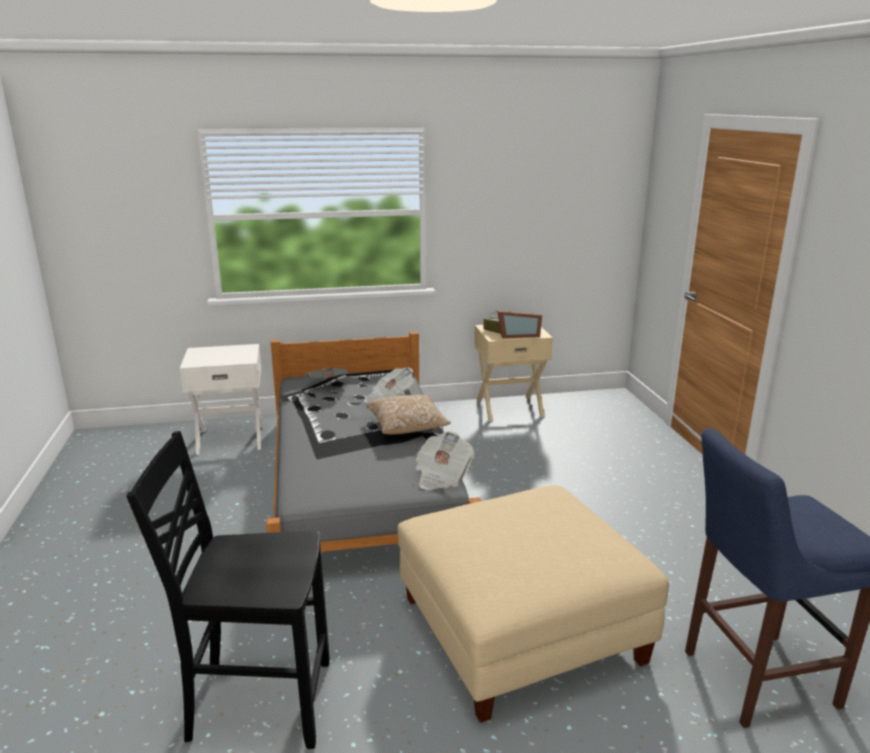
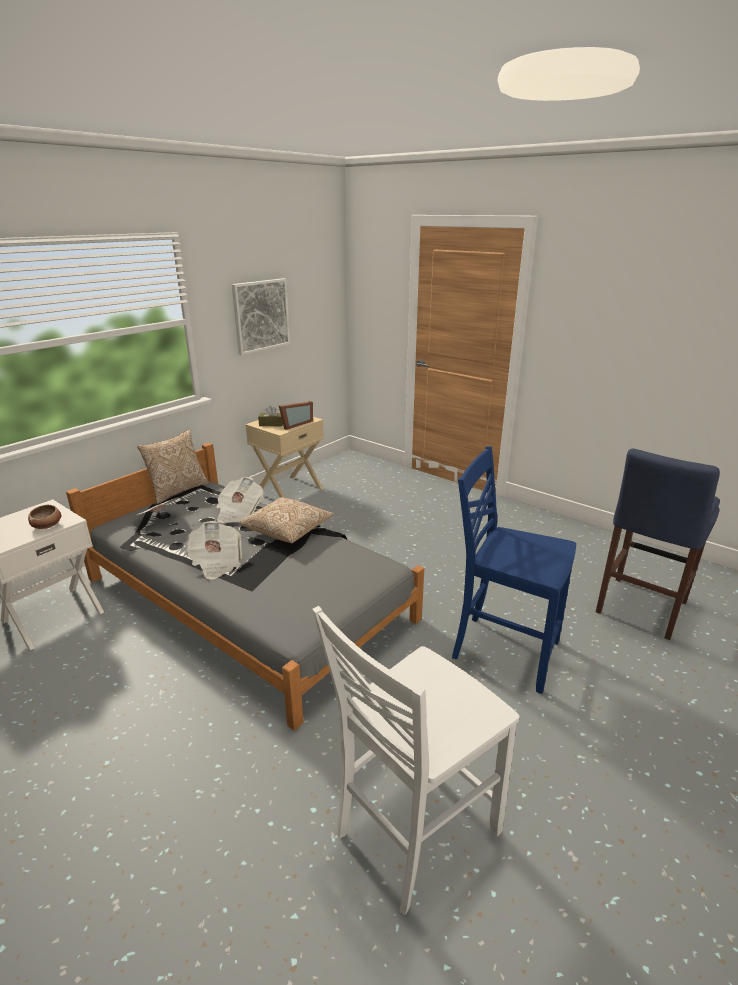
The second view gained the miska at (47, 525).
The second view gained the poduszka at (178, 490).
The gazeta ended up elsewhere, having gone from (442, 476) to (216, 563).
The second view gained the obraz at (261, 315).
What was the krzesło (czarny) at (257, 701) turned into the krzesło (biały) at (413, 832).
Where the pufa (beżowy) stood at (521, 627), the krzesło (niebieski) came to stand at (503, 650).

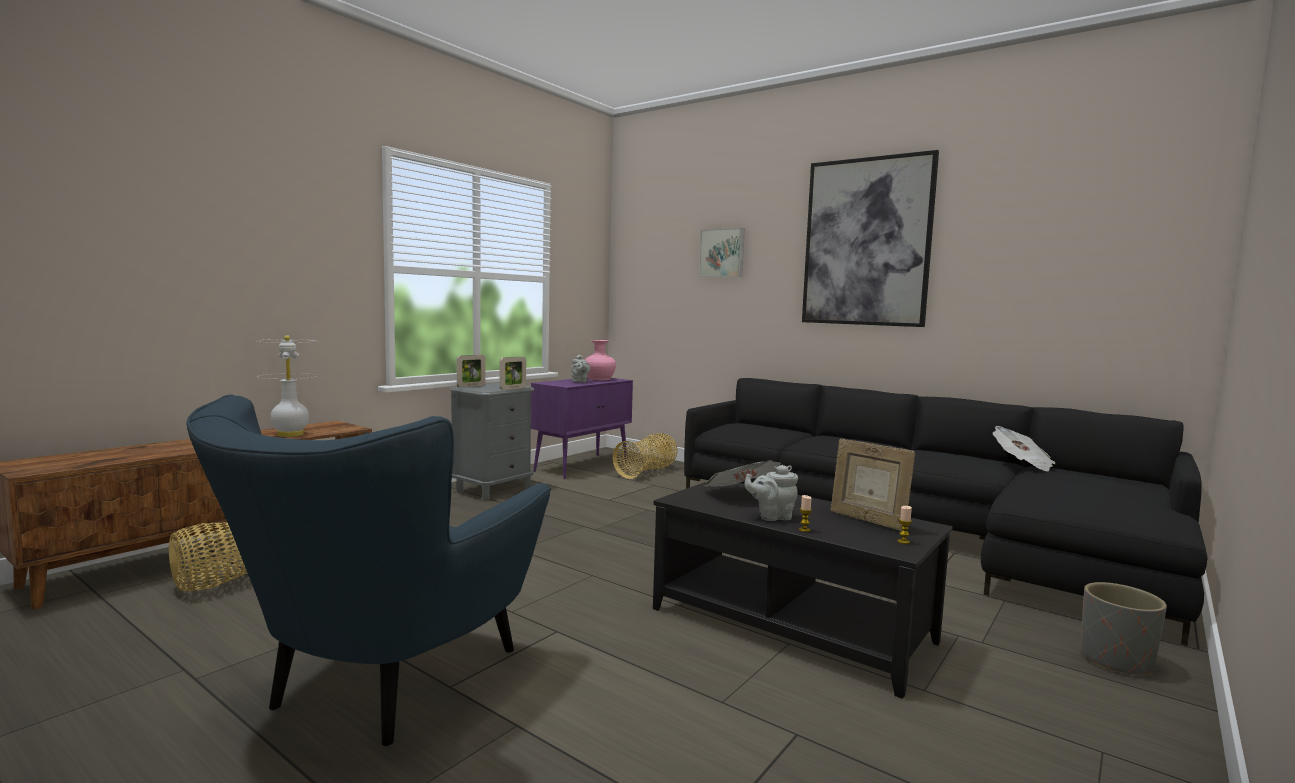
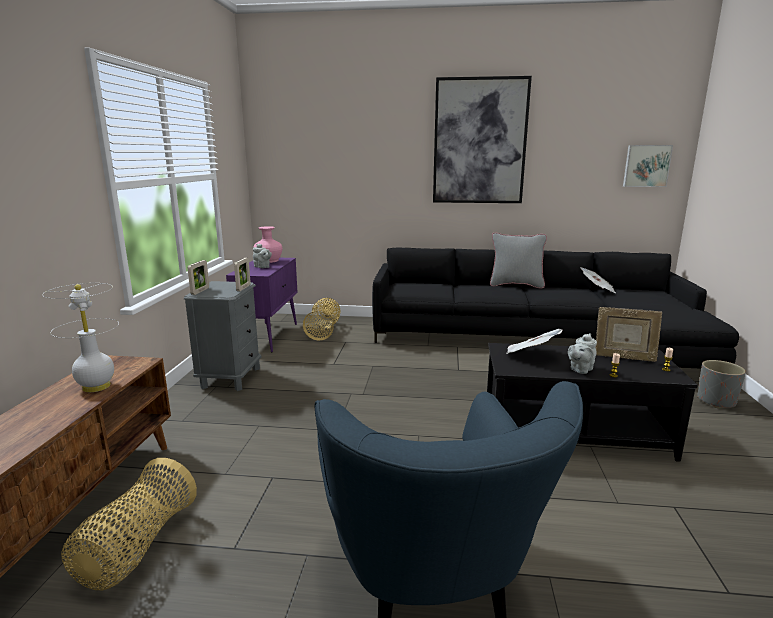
The second view gained the poduszka (szary) at (516, 285).
The obraz ended up elsewhere, having gone from (722, 253) to (646, 166).

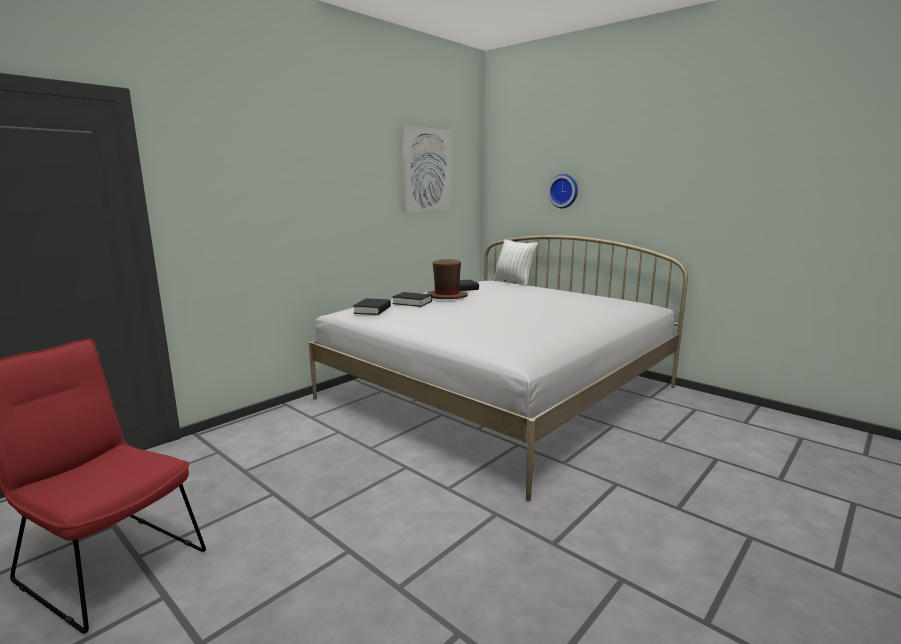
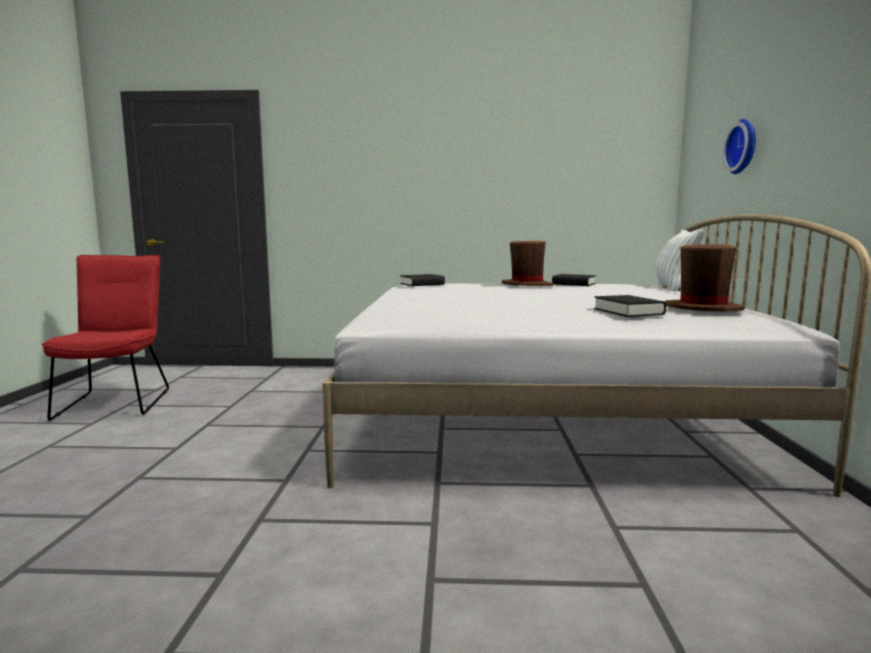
The książka (czarny) ended up elsewhere, having gone from (412, 302) to (628, 312).
The second view gained the kapelusz (brązowy) at (703, 309).
The second view lost the obraz at (427, 170).

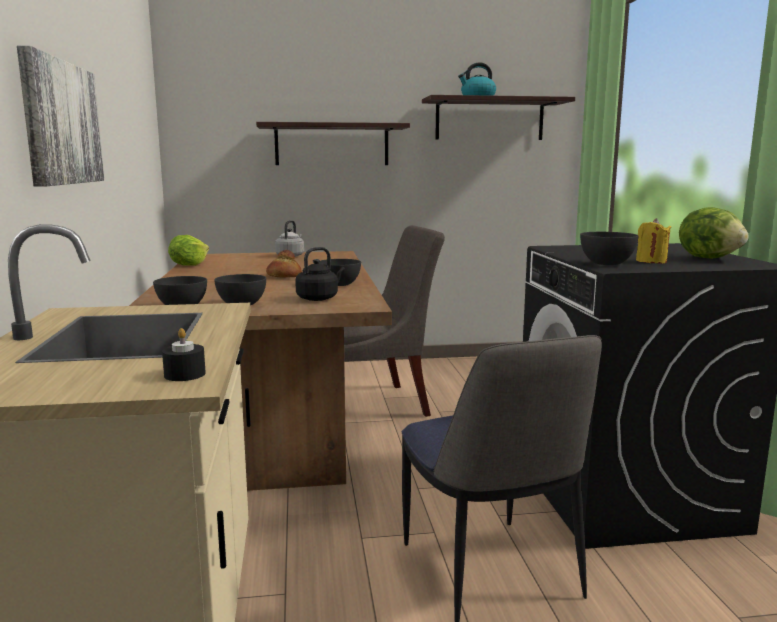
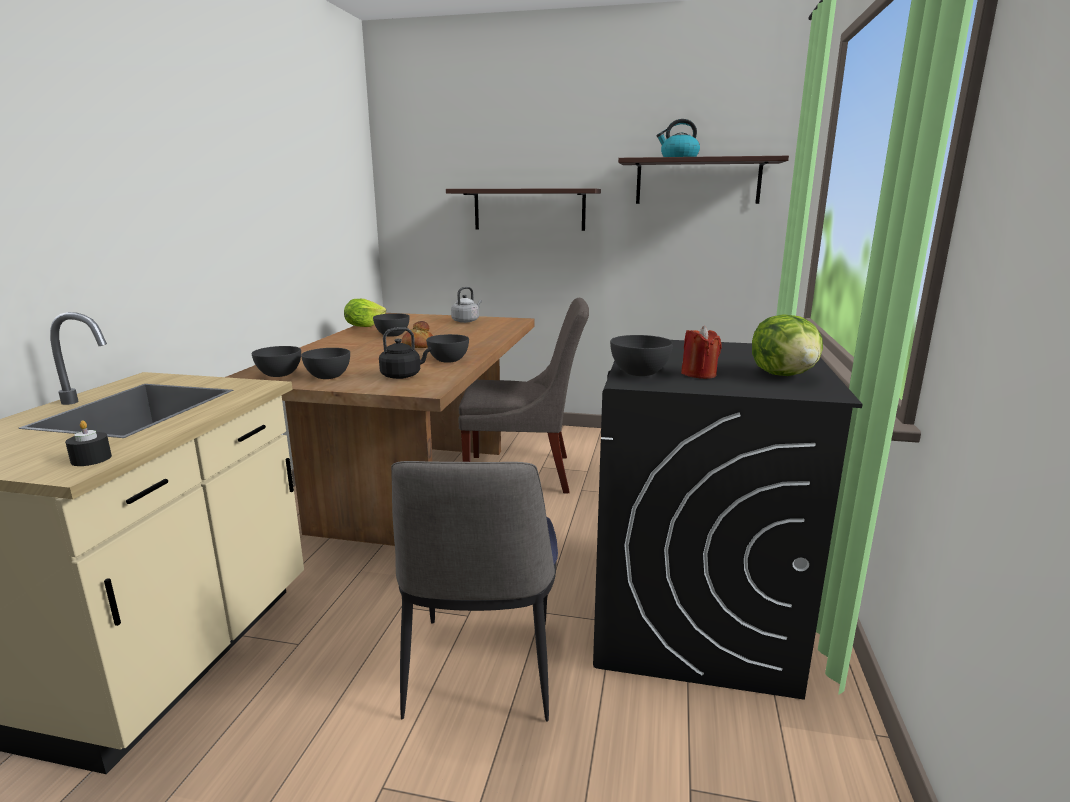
The second view gained the miska (szary) at (392, 335).
What was the świeca (żółty) at (651, 261) turned into the świeca (czerwony) at (699, 374).
The second view lost the obraz at (60, 123).

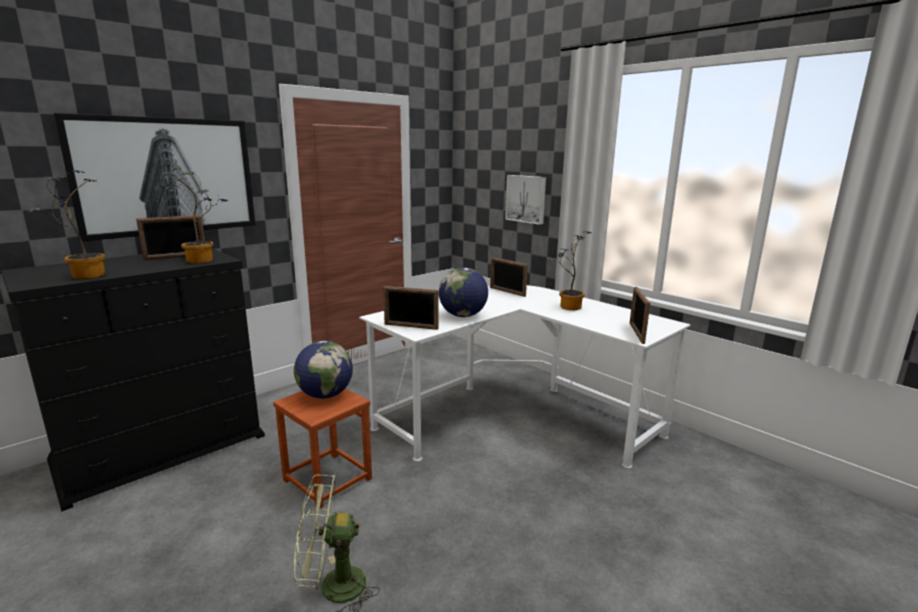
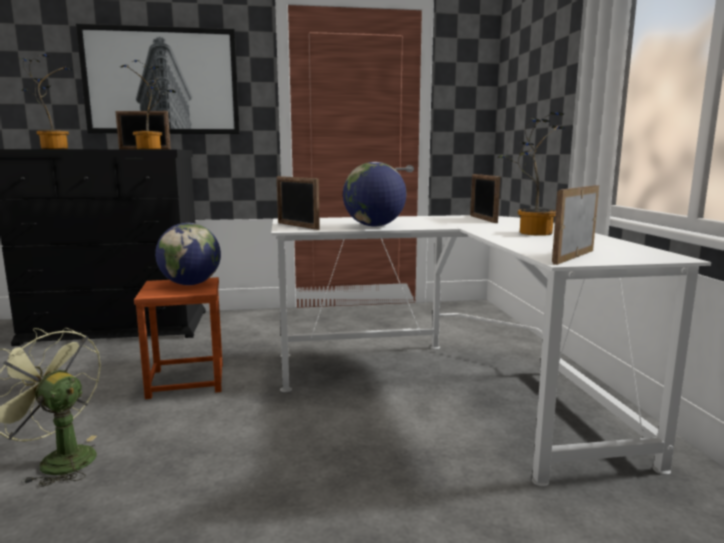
The second view lost the obraz at (526, 199).

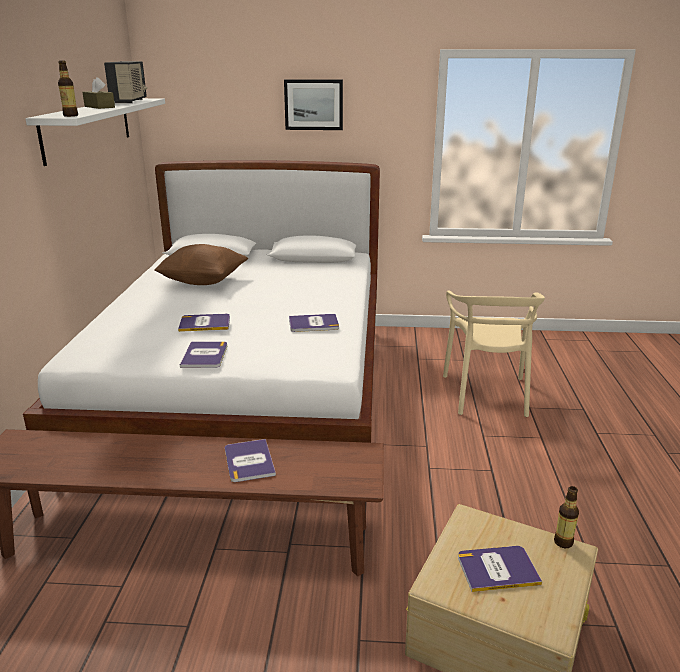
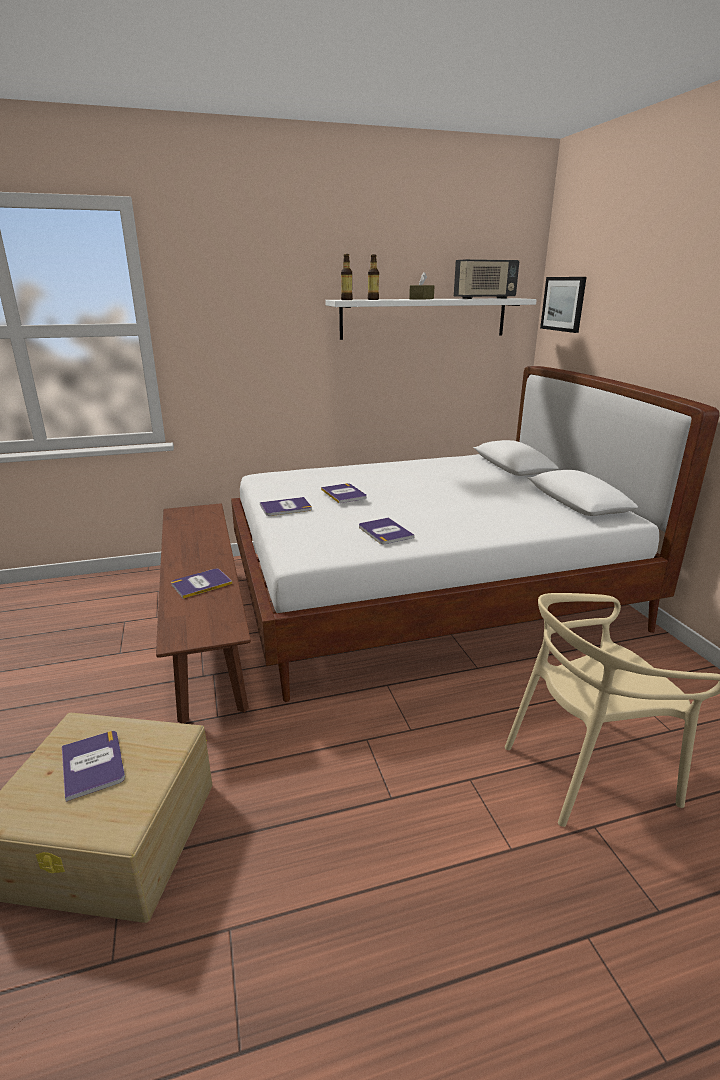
The butelka ended up elsewhere, having gone from (563, 542) to (373, 299).
The obraz ended up elsewhere, having gone from (313, 104) to (563, 304).
The second view lost the poduszka (brązowy) at (203, 281).

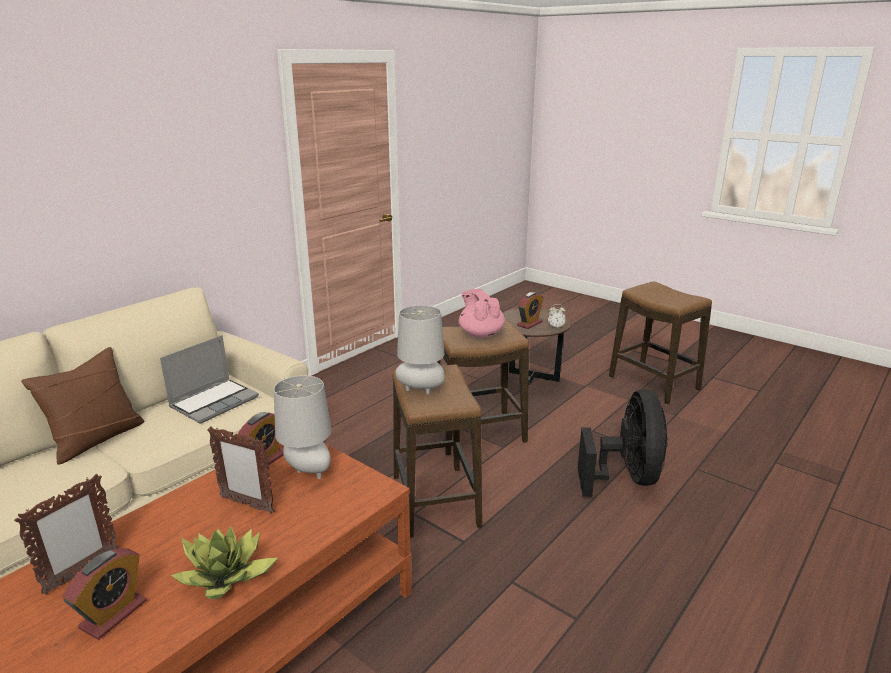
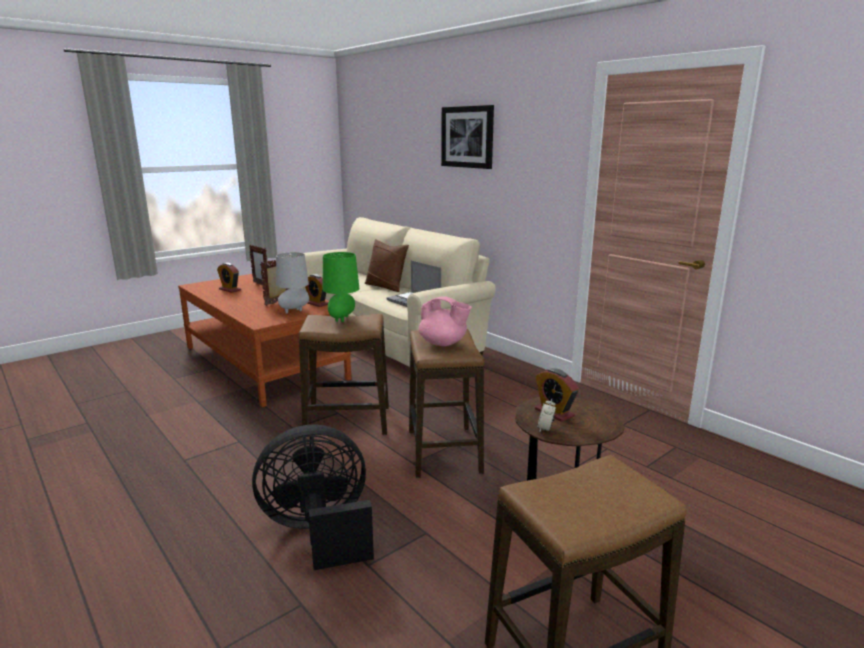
The wentylator (czarny) at (626, 478) ended up facing another way, 150 degrees clockwise from before.
What was the lampa stołowa (szary) at (421, 390) turned into the lampa stołowa (zielony) at (342, 319).
The imbryk (różowy) at (480, 334) ended up facing another way, 45 degrees clockwise from before.
The second view gained the obraz at (467, 137).
The second view lost the roślina doniczkowa at (226, 576).

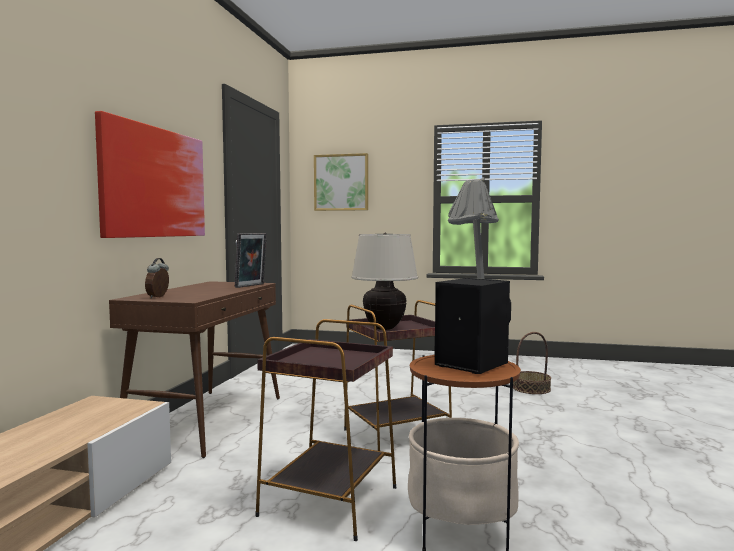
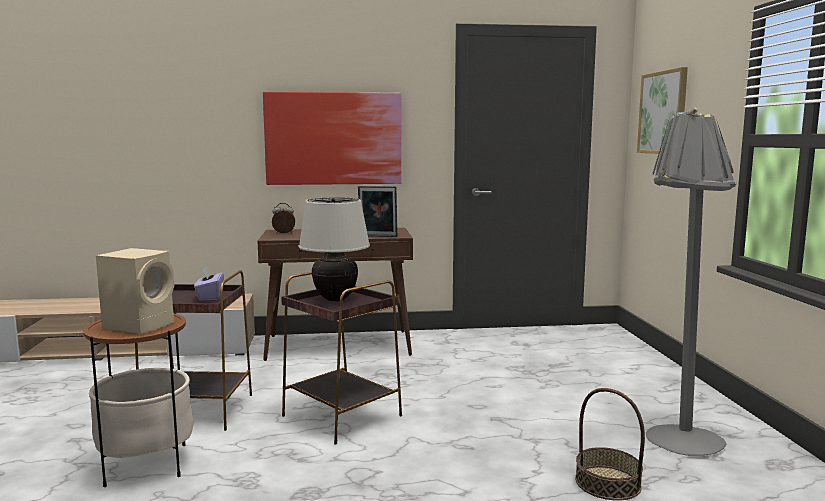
What was the głośnik (czarny) at (469, 364) turned into the głośnik (beżowy) at (141, 325).
The second view gained the pudełko chusteczek (fioletowy) at (210, 297).

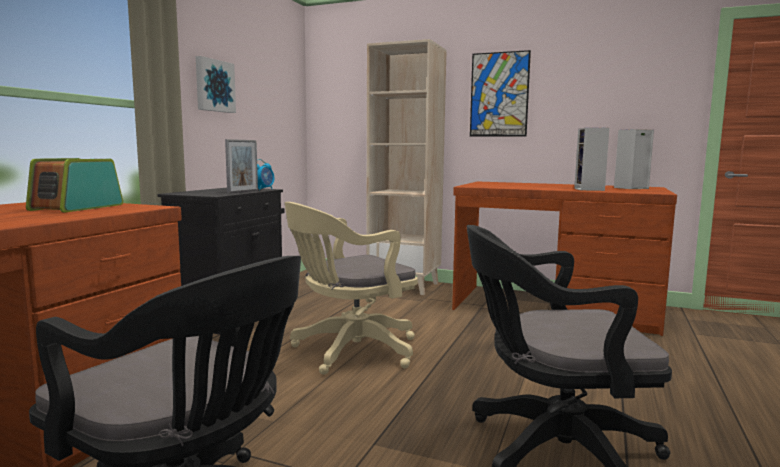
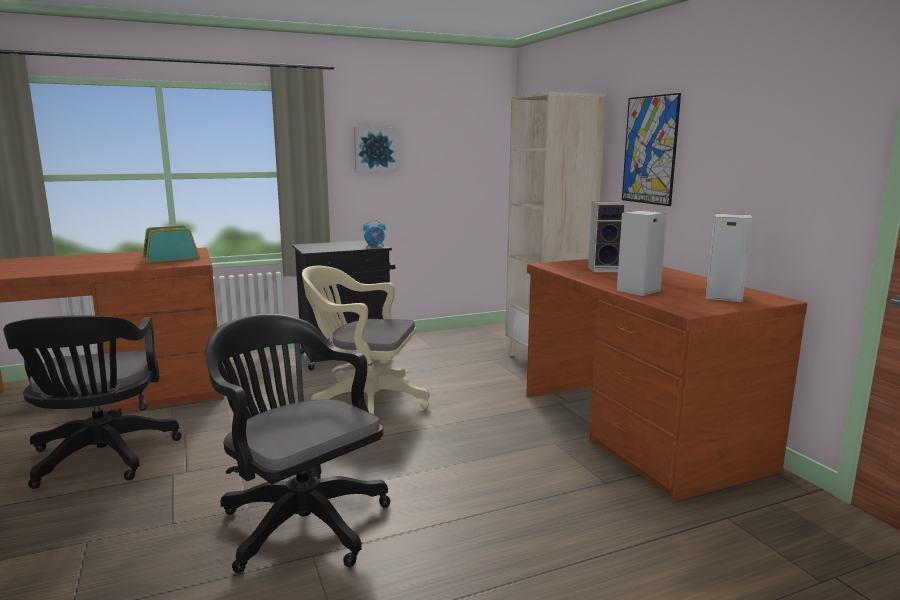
The second view gained the głośnik at (605, 269).
The second view lost the ramka na zdjęcie at (243, 192).

